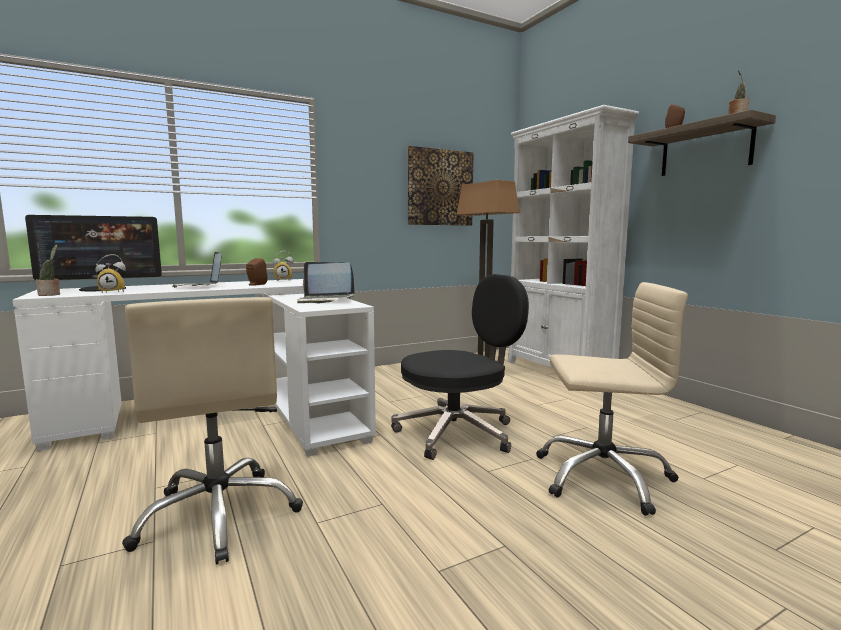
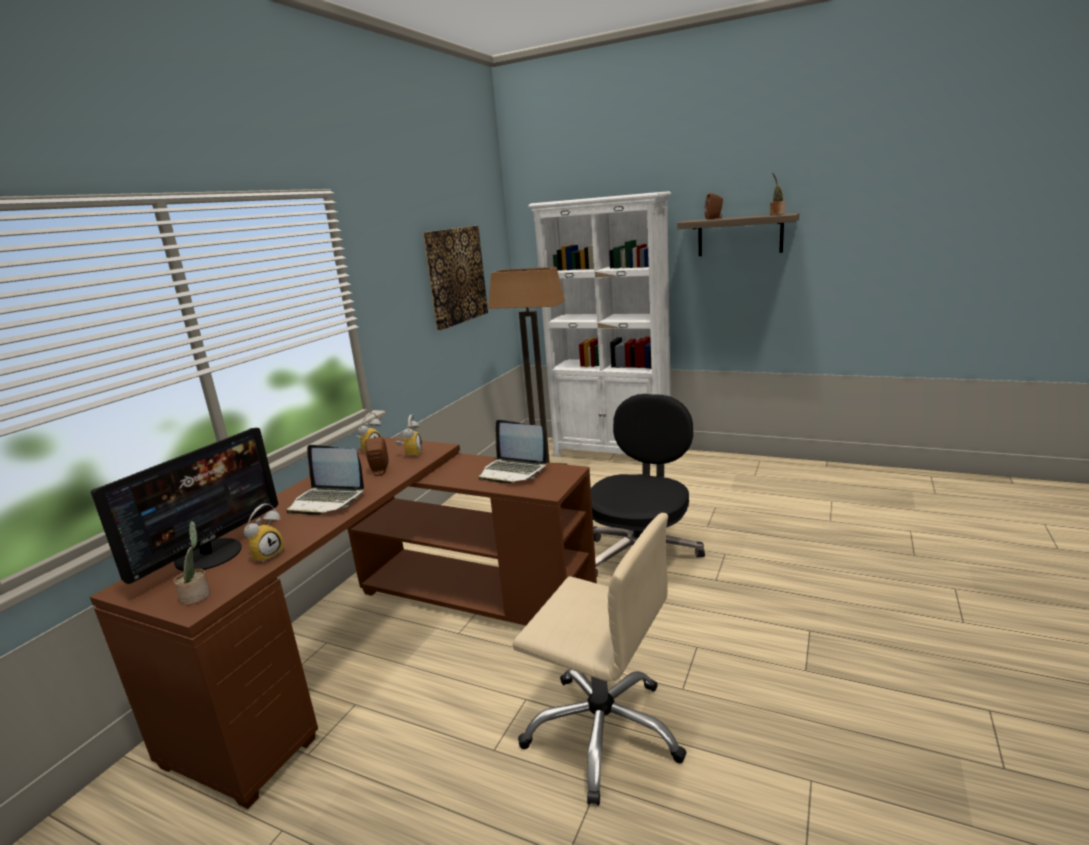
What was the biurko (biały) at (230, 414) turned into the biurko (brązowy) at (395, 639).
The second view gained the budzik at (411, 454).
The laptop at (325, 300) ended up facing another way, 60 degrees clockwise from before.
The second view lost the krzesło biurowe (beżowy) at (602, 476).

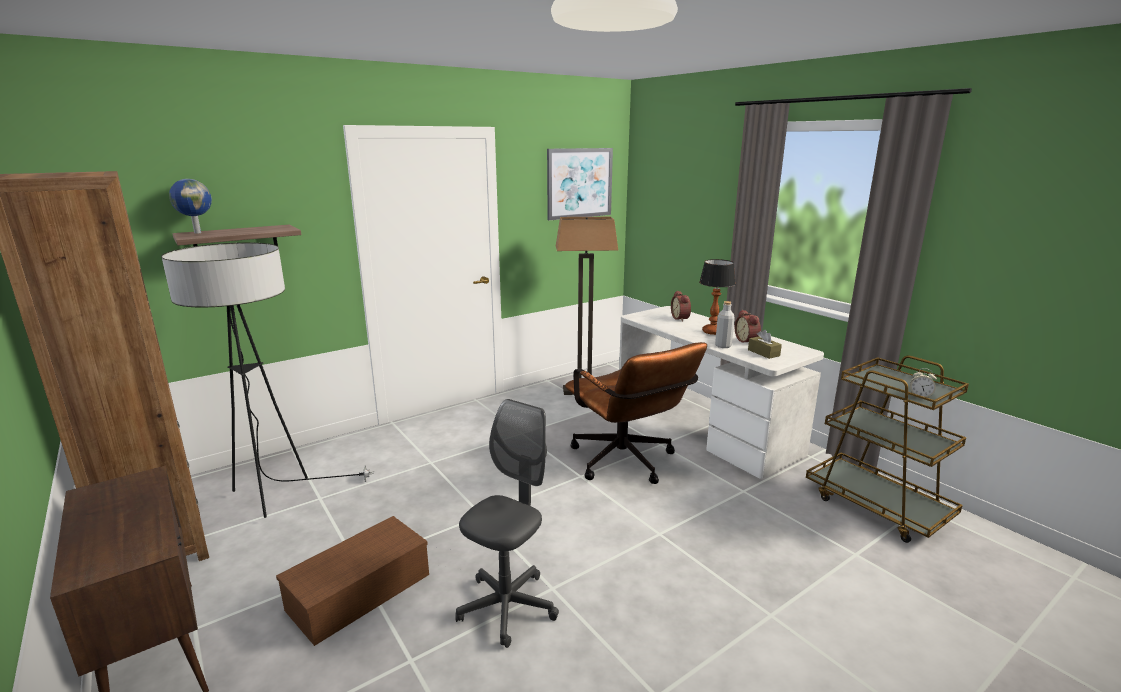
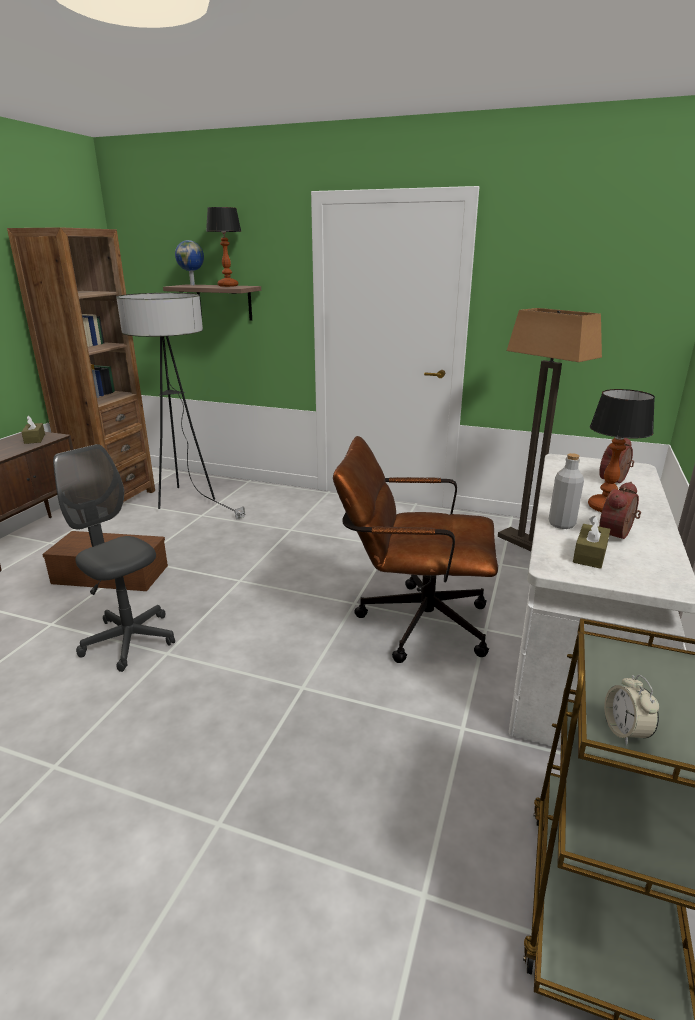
The second view gained the pudełko chusteczek (brązowy) at (35, 439).
The krzesło biurowe (szary) at (507, 607) ended up facing another way, 135 degrees counterclockwise from before.
The second view gained the lampa stołowa at (227, 286).
The krzesło biurowe (brązowy) at (627, 464) ended up facing another way, 75 degrees clockwise from before.
The second view lost the obraz at (579, 183).

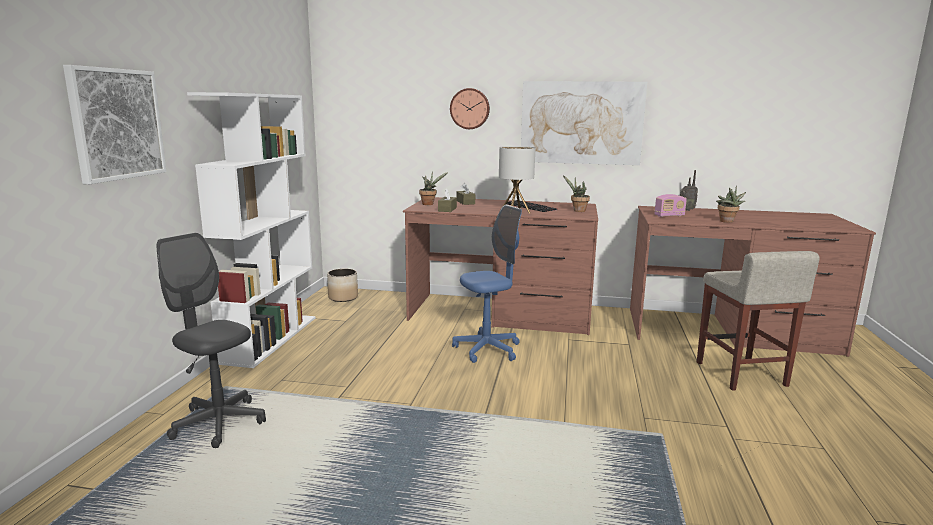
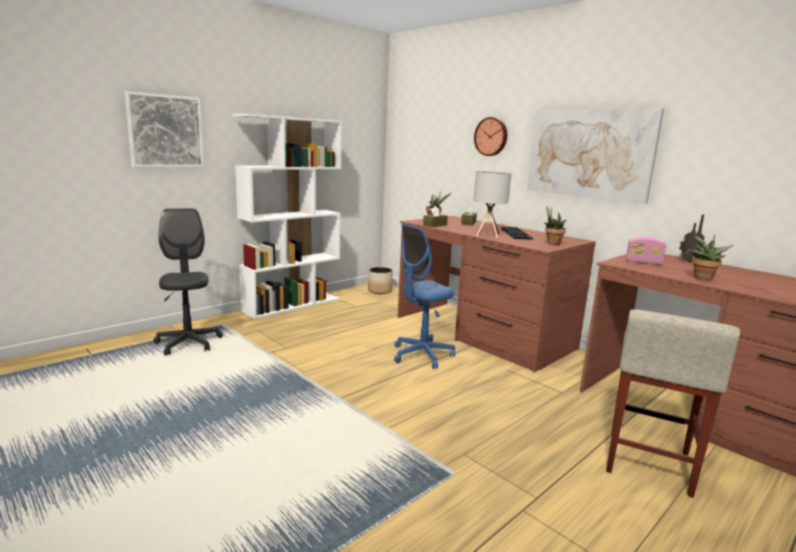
The krzesło biurowe (niebieski) at (487, 349) ended up facing another way, 135 degrees clockwise from before.

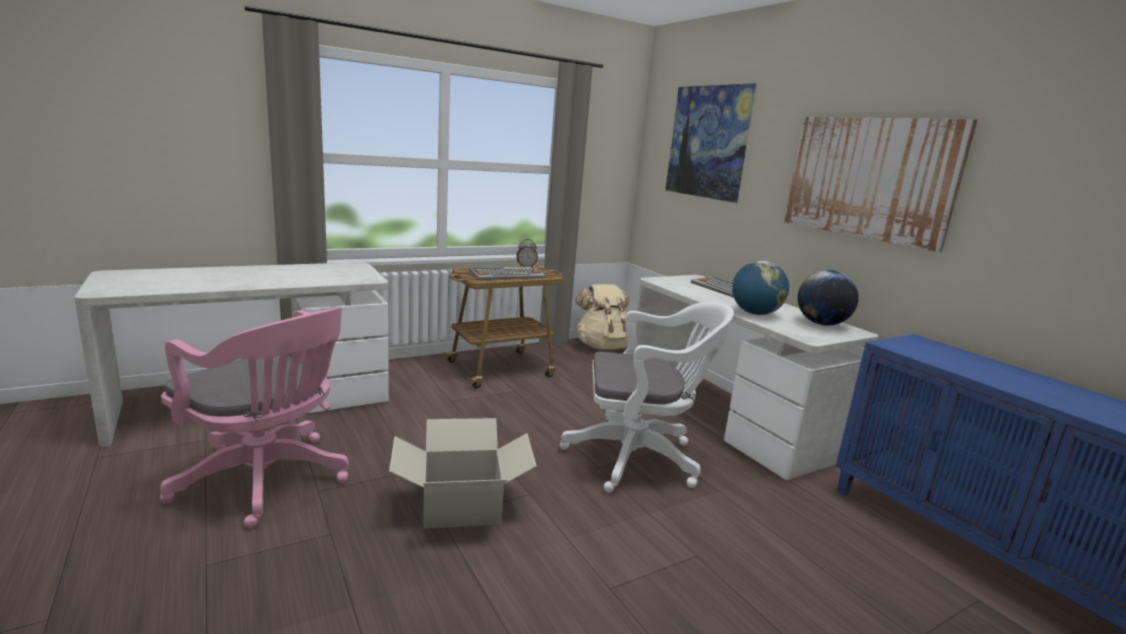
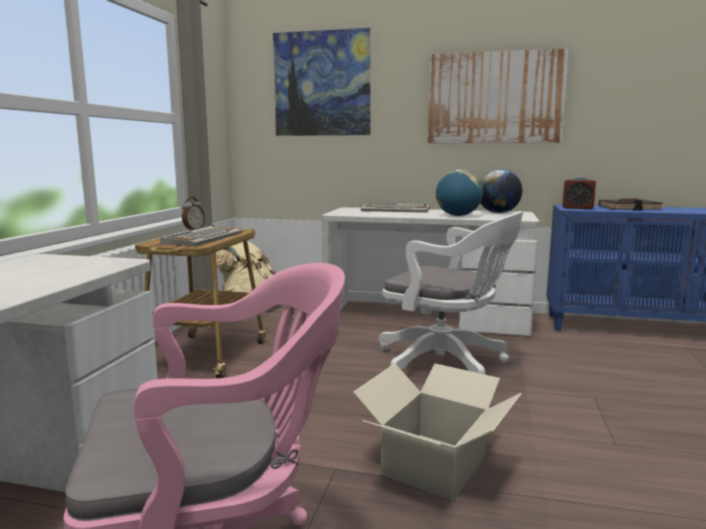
The krzesło biurowe (biały) at (639, 458) ended up facing another way, 75 degrees clockwise from before.
The second view gained the budzik at (577, 208).
The second view gained the książka (czarny) at (629, 209).

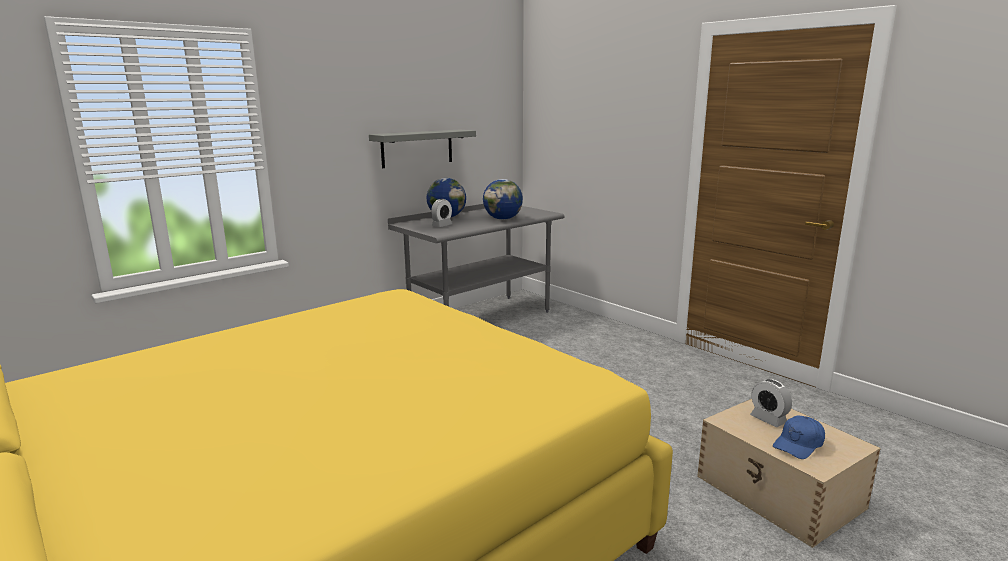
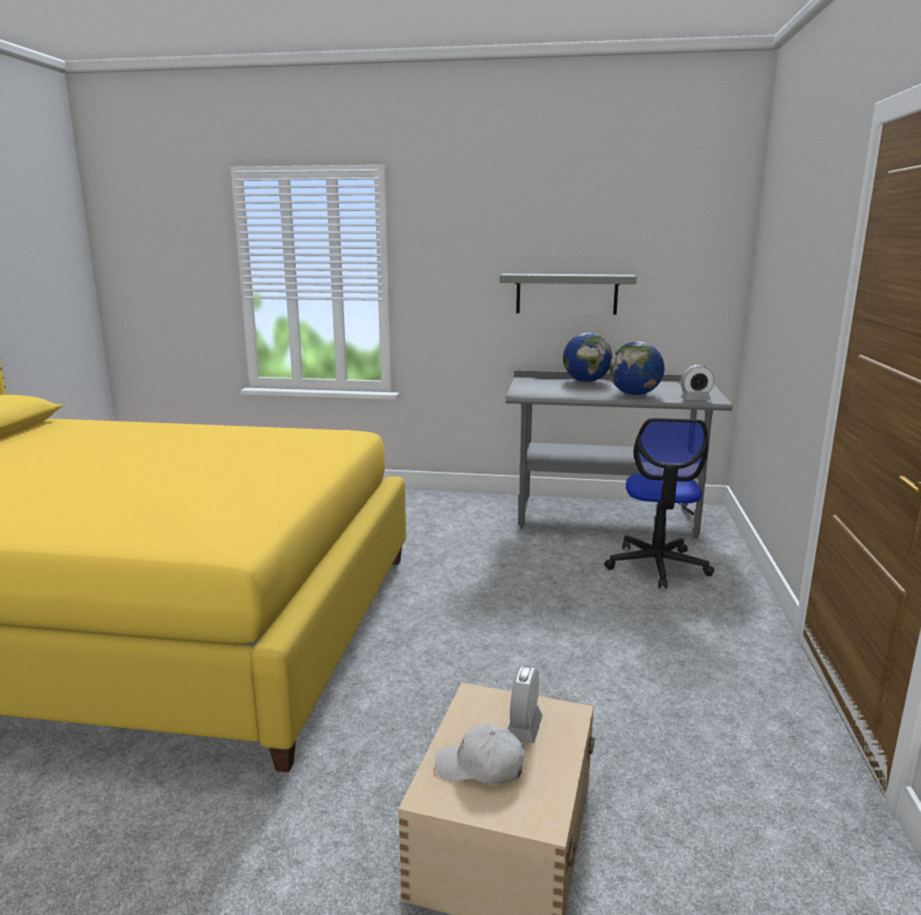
What was the czapka z daszkiem (niebieski) at (799, 444) turned into the czapka z daszkiem (biały) at (480, 767).
The second view gained the krzesło biurowe at (657, 566).
The budzik ended up elsewhere, having gone from (442, 225) to (695, 399).

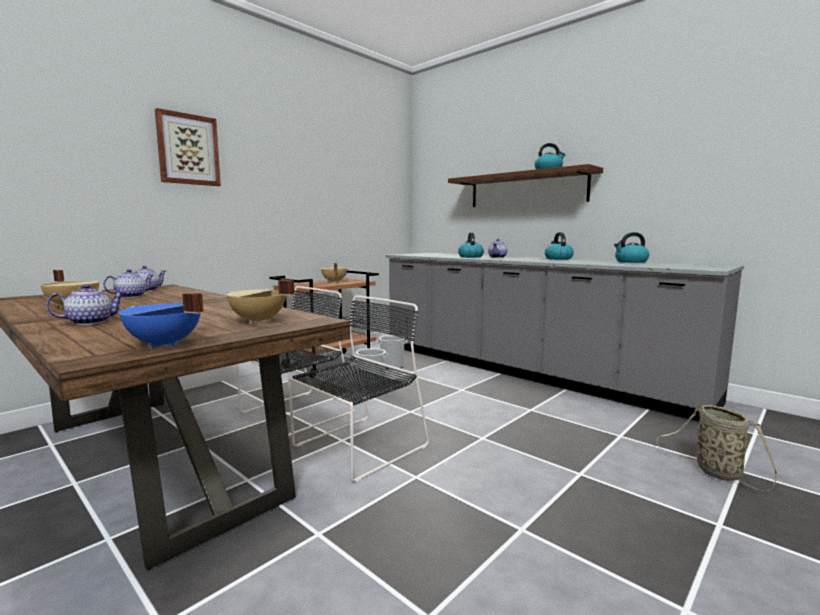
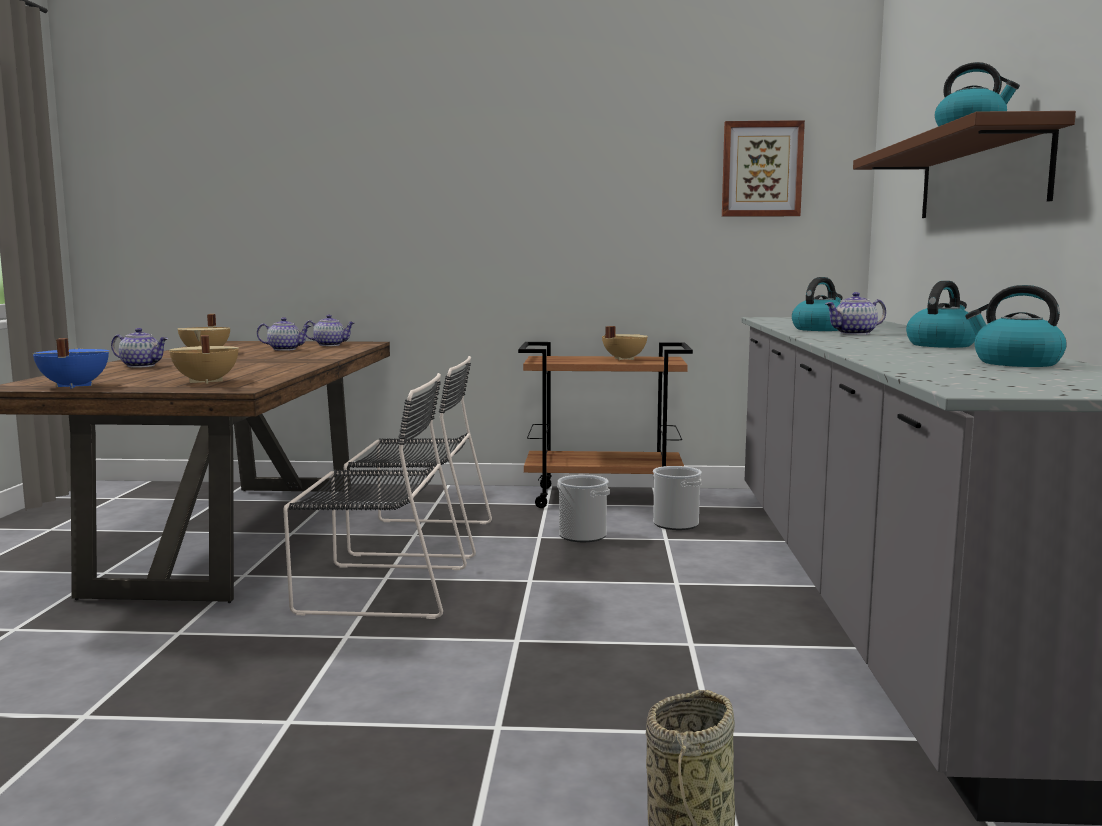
The obraz ended up elsewhere, having gone from (188, 149) to (761, 169).

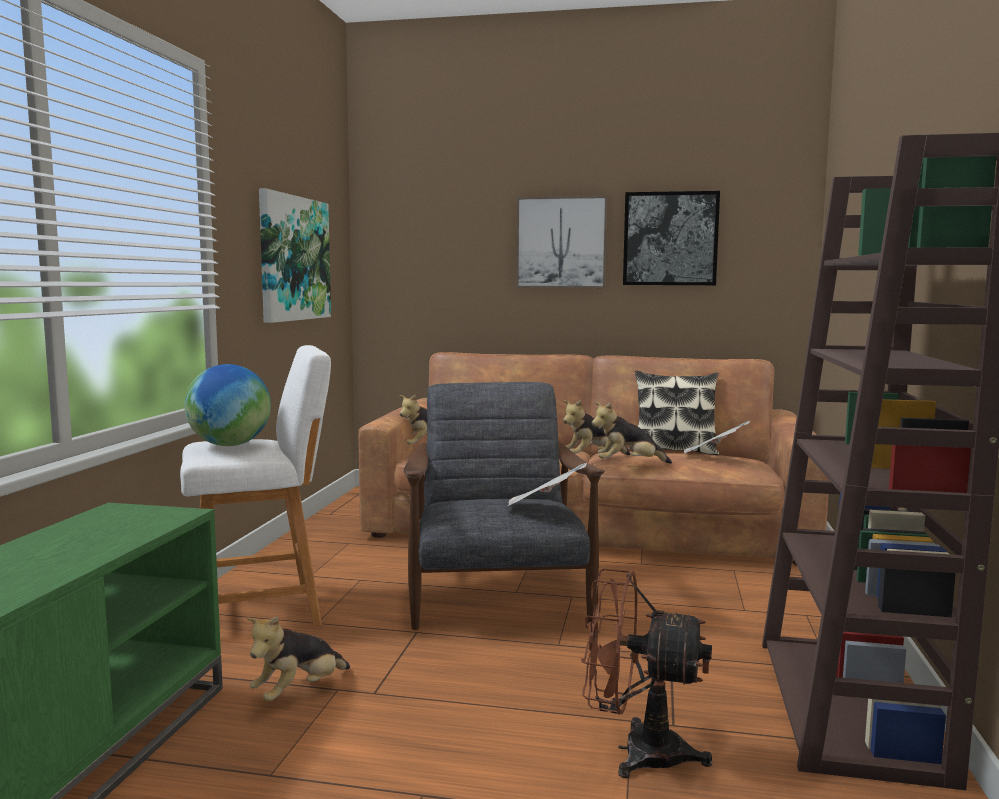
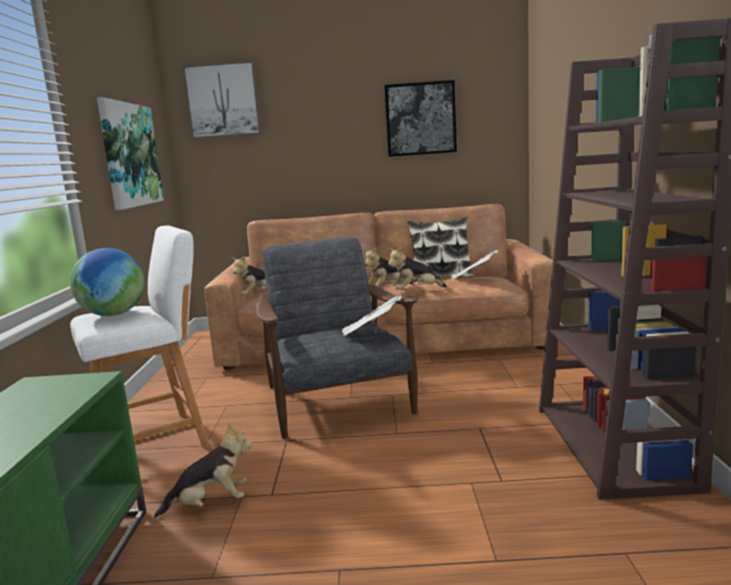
The pluszak at (298, 692) ended up facing another way, 135 degrees counterclockwise from before.
The obraz ended up elsewhere, having gone from (561, 242) to (223, 100).
The second view lost the wentylator (brązowy) at (637, 751).

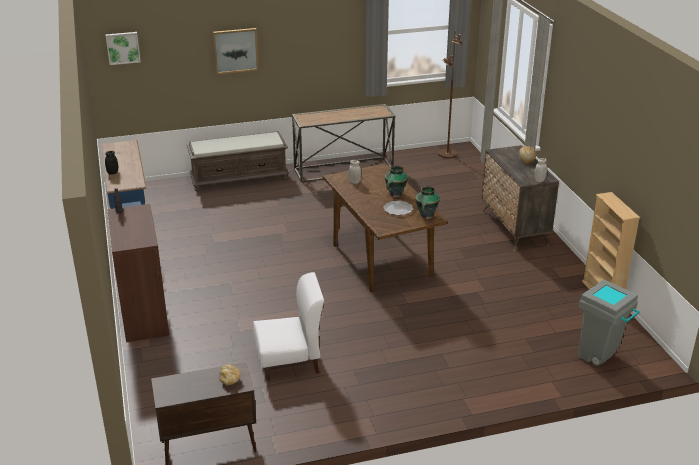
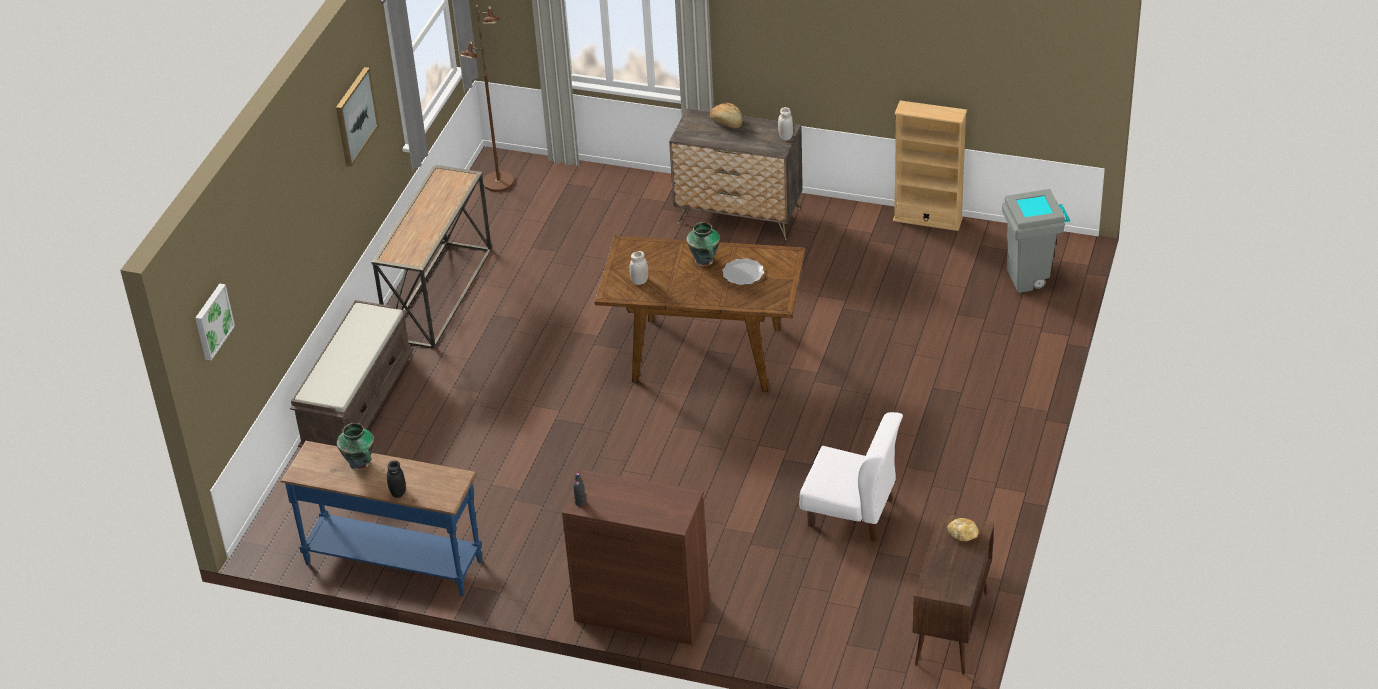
The obraz ended up elsewhere, having gone from (235, 50) to (355, 116).
The wazon ended up elsewhere, having gone from (426, 216) to (360, 464).
The krzesło (biały) at (289, 362) ended up facing another way, 90 degrees clockwise from before.

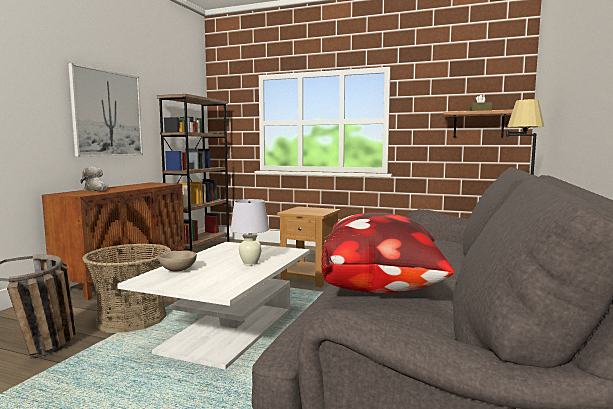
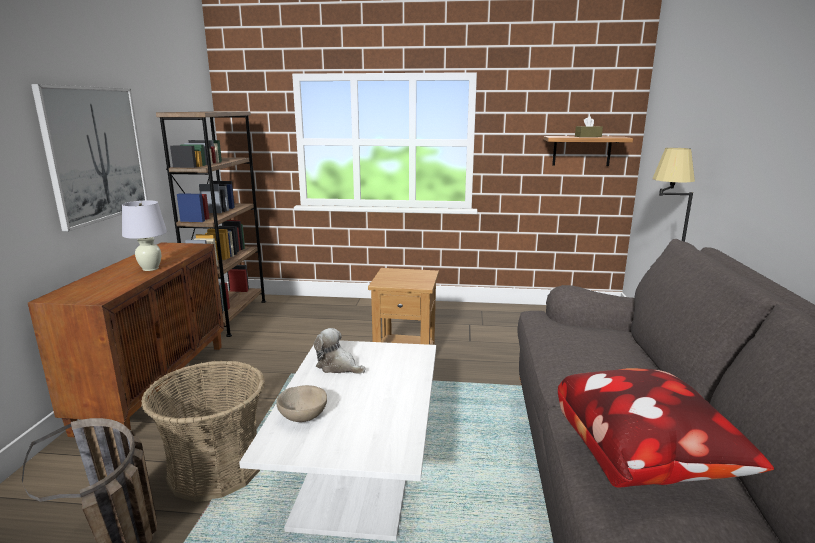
The lampa stołowa (biały) ended up elsewhere, having gone from (250, 263) to (150, 269).
The pluszak ended up elsewhere, having gone from (96, 190) to (338, 366).

